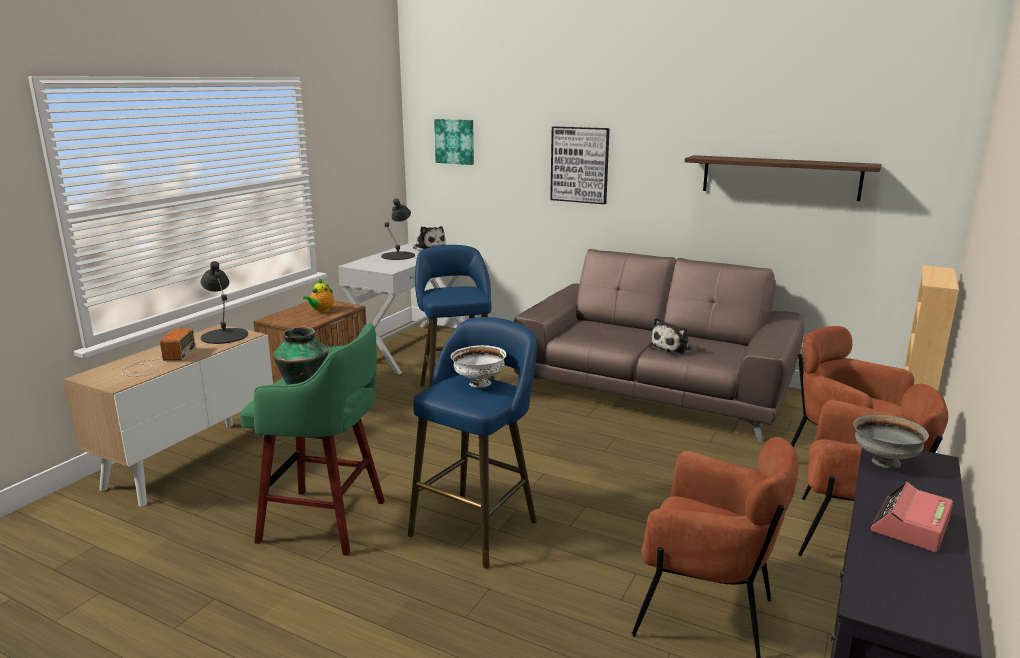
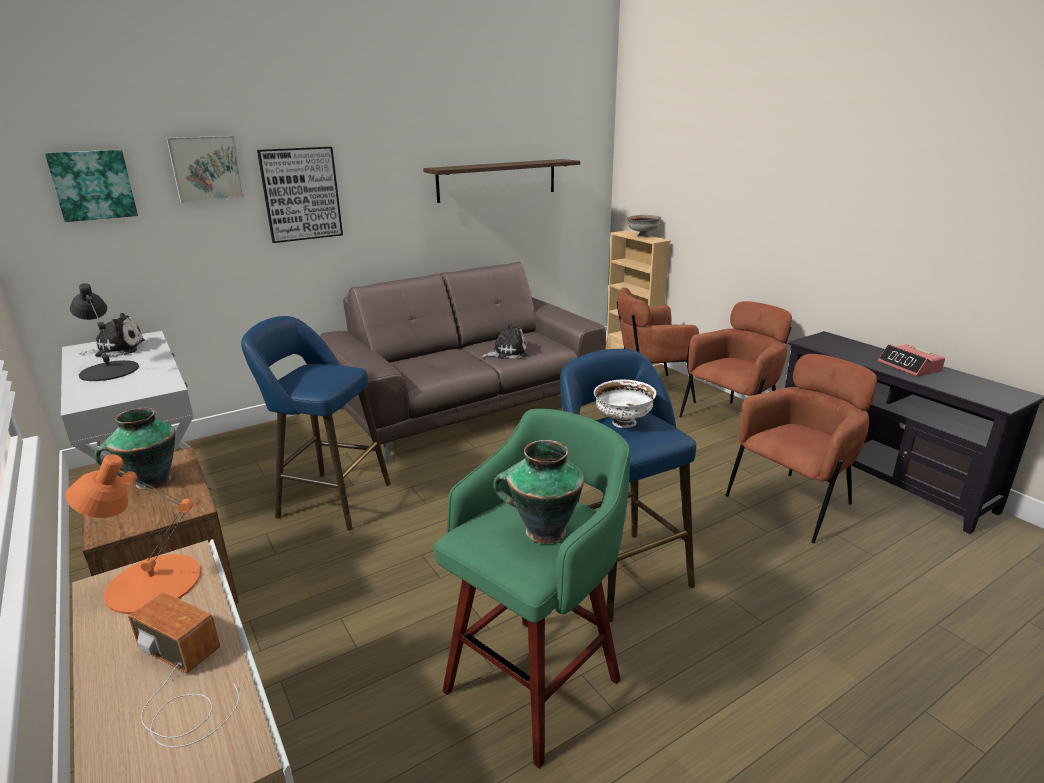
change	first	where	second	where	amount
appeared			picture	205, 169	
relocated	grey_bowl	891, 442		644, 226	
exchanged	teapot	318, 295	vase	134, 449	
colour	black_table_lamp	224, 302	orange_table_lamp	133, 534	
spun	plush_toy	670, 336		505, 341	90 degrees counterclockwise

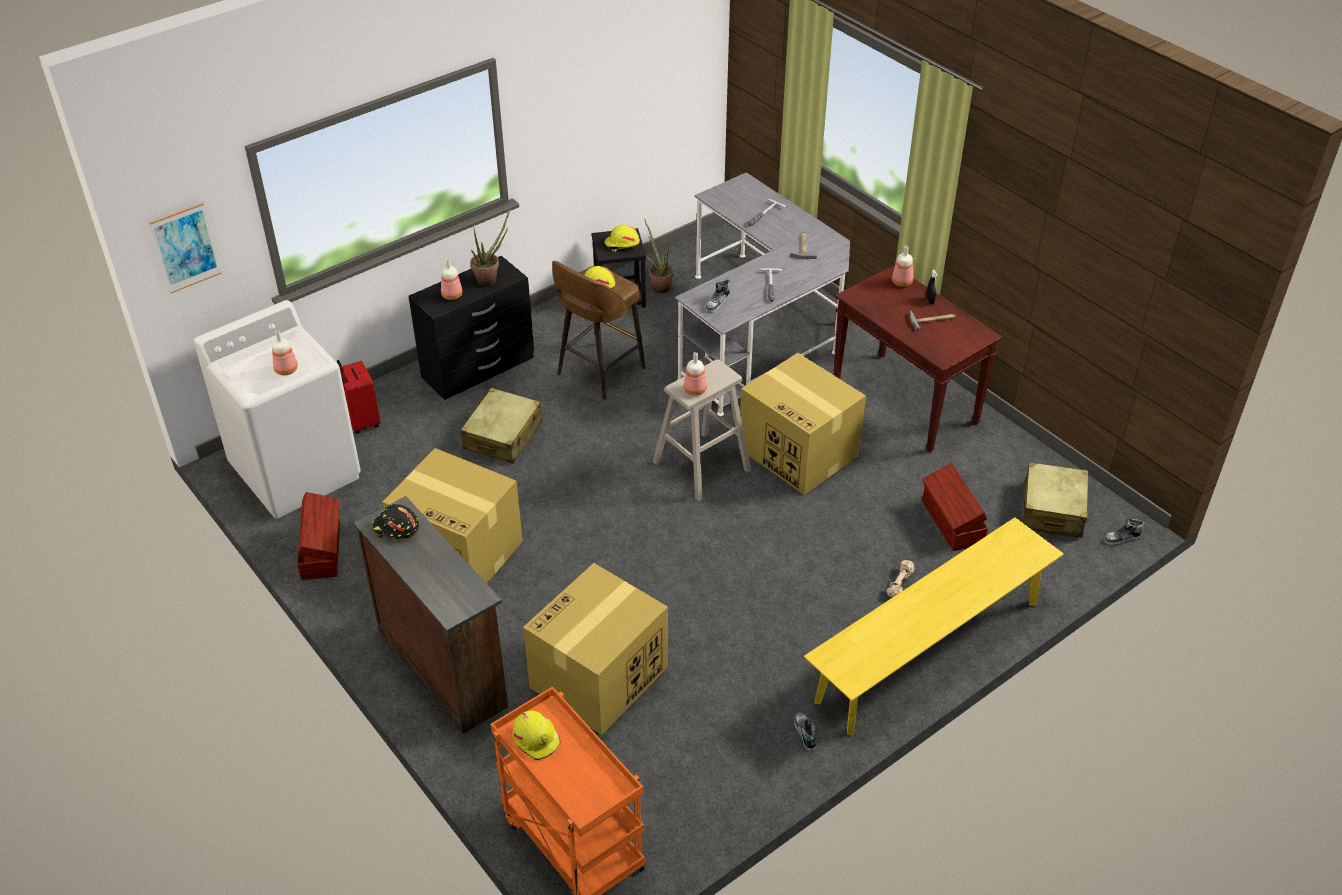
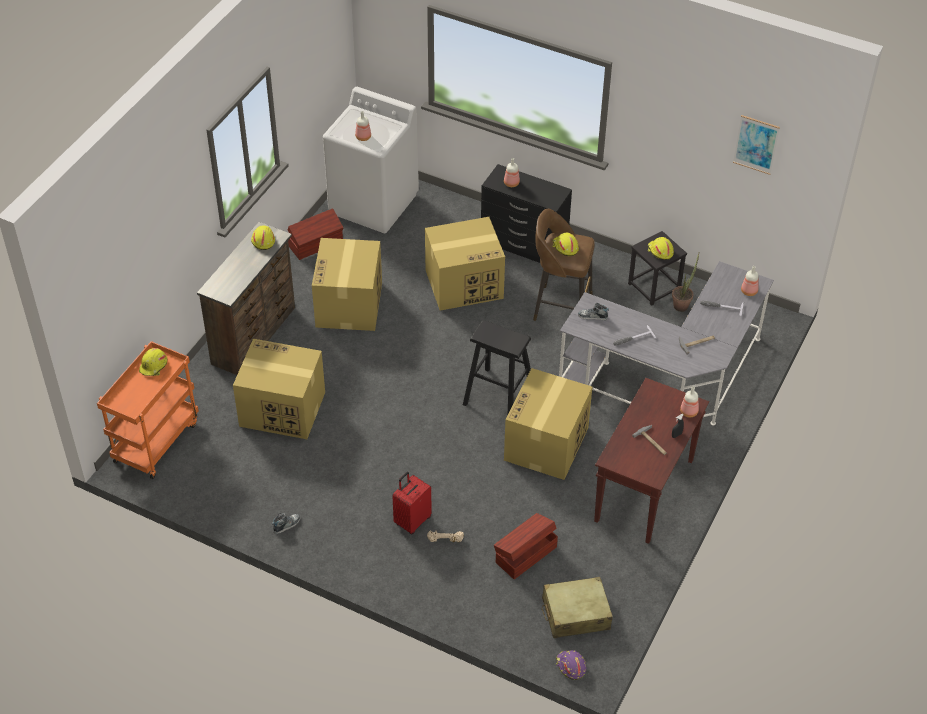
change	first	where	second	where	amount
missing	potted_plant	490, 247			
missing	yellow_bench	934, 626			
relocated	picture	185, 248		756, 145	
relocated	red_suitcase	359, 397		412, 503	
relocated	bottle	695, 374		750, 281	
exchanged	beige_suitcase	501, 426	cardboard_box	465, 264	
exchanged	shoe	1124, 532	purple_hard_hat	571, 665	
colour	black_hard_hat	395, 521	yellow_hard_hat	263, 238	
colour	beige_stool	702, 430	black_stool	497, 367	

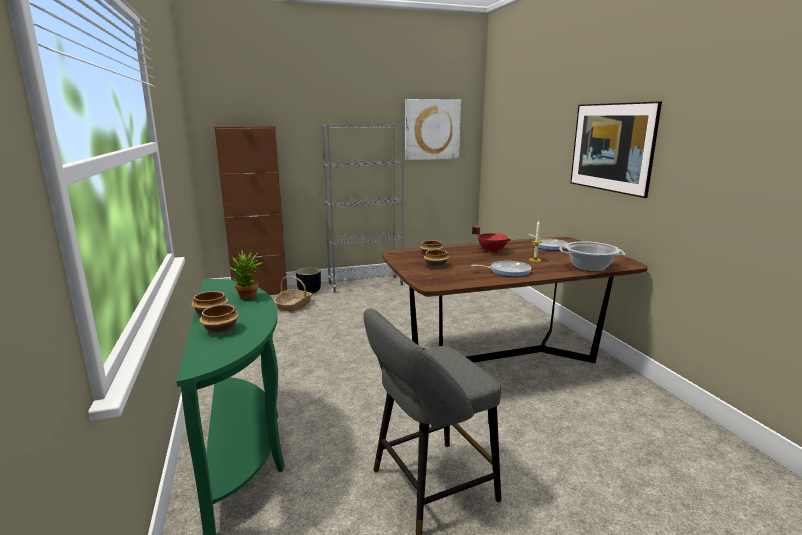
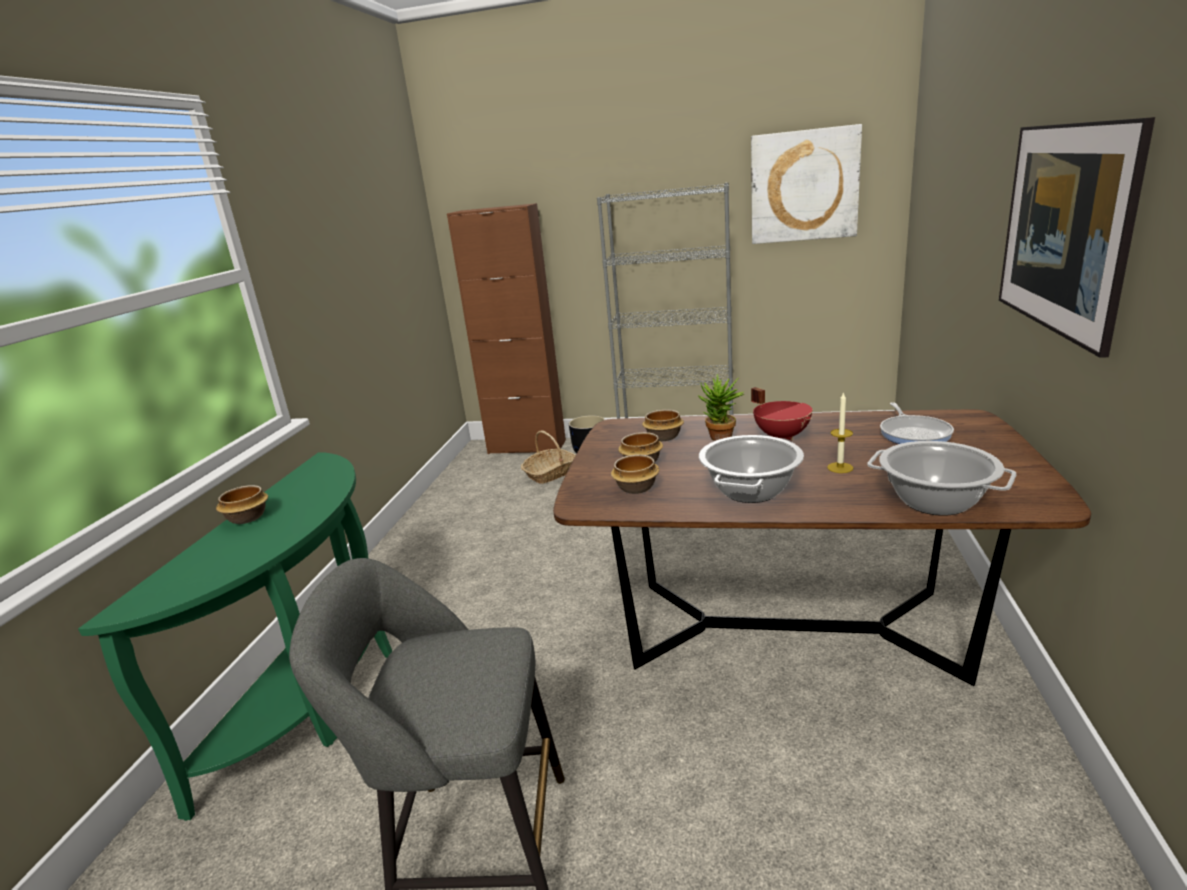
change	first	where	second	where	amount
relocated	bowl	219, 319		635, 474	
relocated	potted_plant	246, 275		721, 407	
exchanged	frying_pan	501, 269	cooking_pot	751, 469	

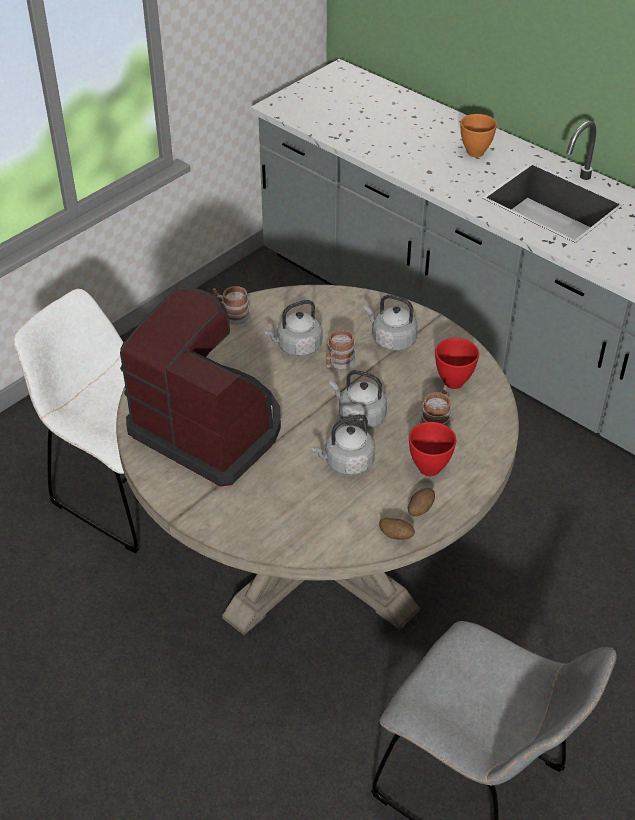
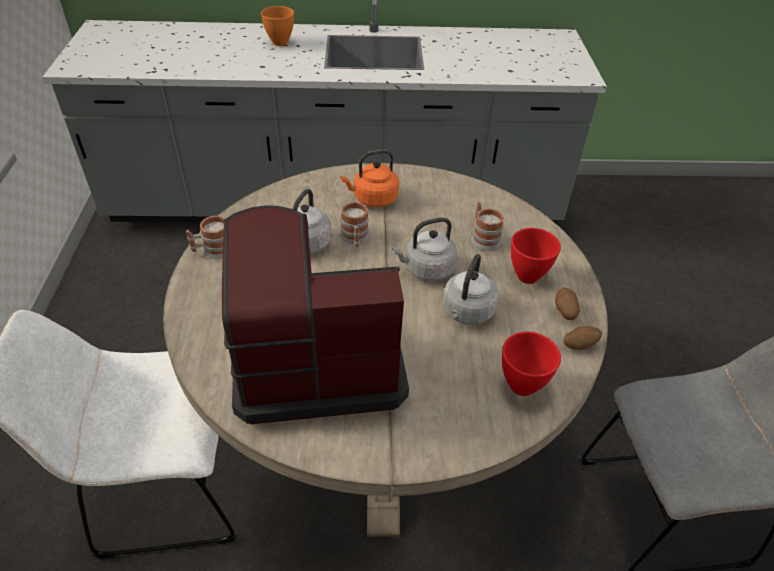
change	first	where	second	where	amount
relocated	red_bowl	457, 363		531, 363	
colour	grey_kettle	391, 323	orange_kettle	370, 178	

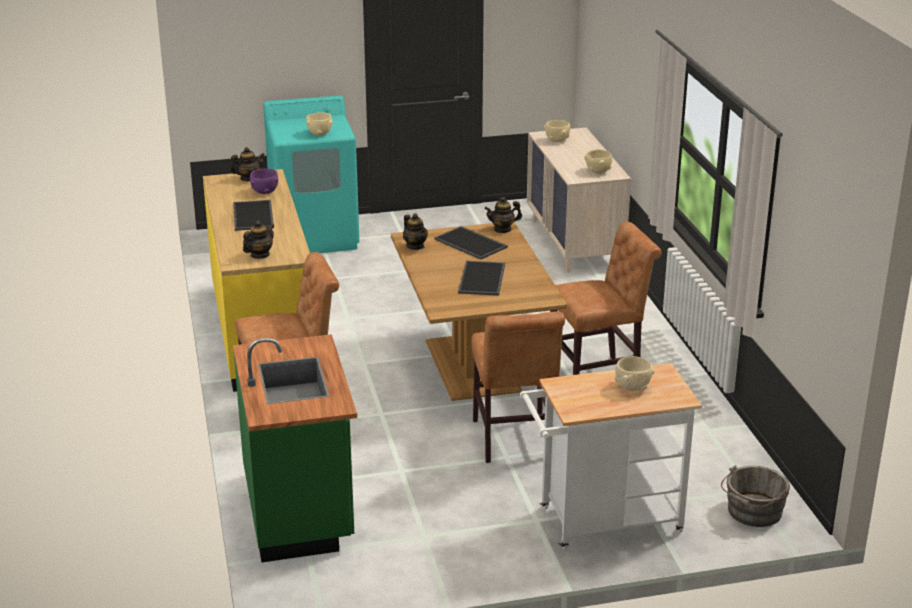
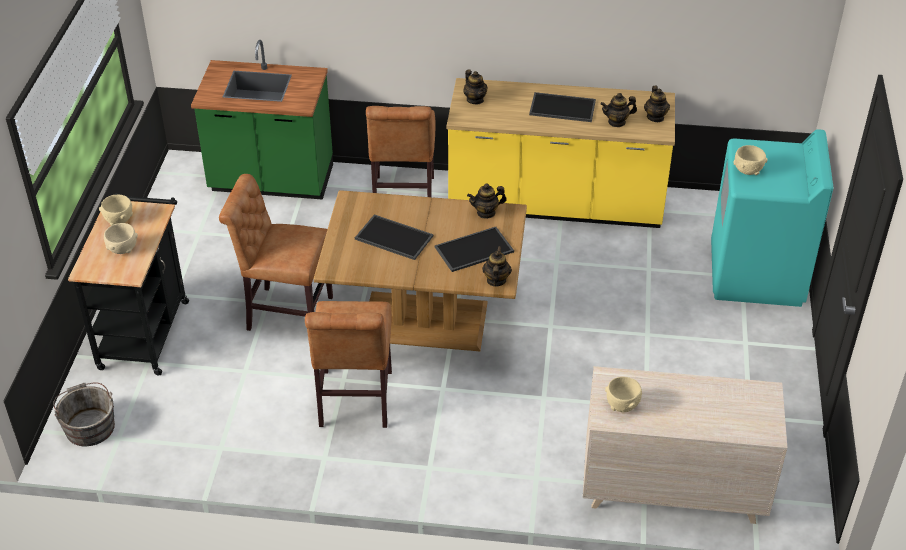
change	first	where	second	where	amount
relocated	beige_bowl	557, 131		116, 210	
exchanged	purple_bowl	264, 181	teapot	618, 110	
colour	white_cart	611, 456	black_cart	128, 284	

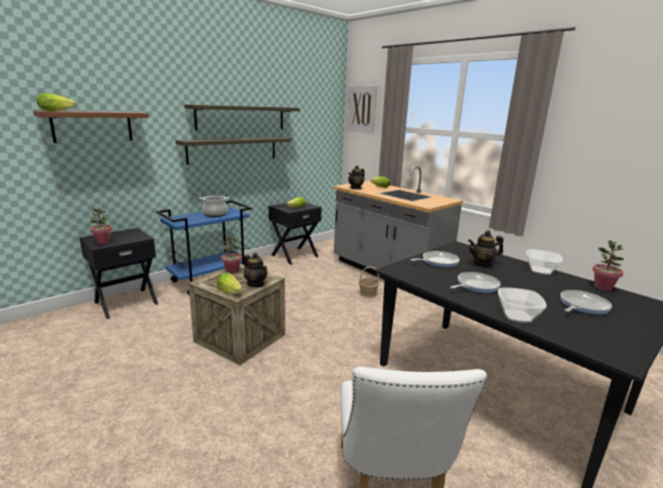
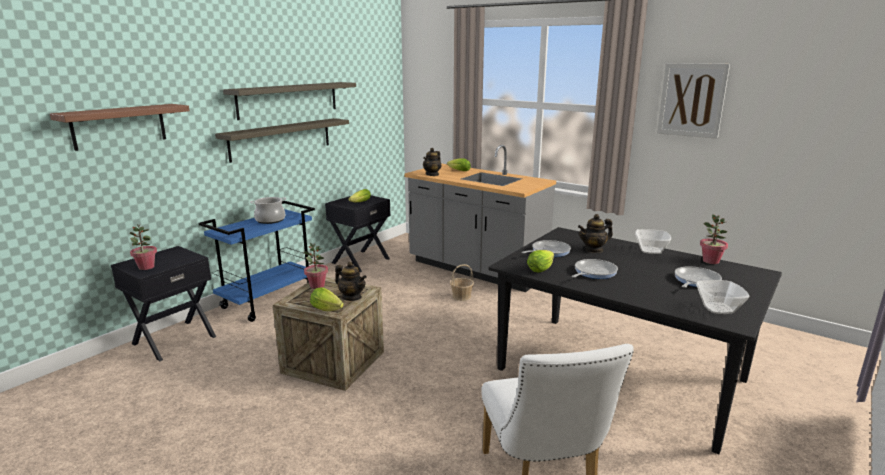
change	first	where	second	where	amount
relocated	lettuce	56, 102		540, 261	
relocated	picture	362, 109		693, 101	
relocated	bowl	522, 305		722, 297	

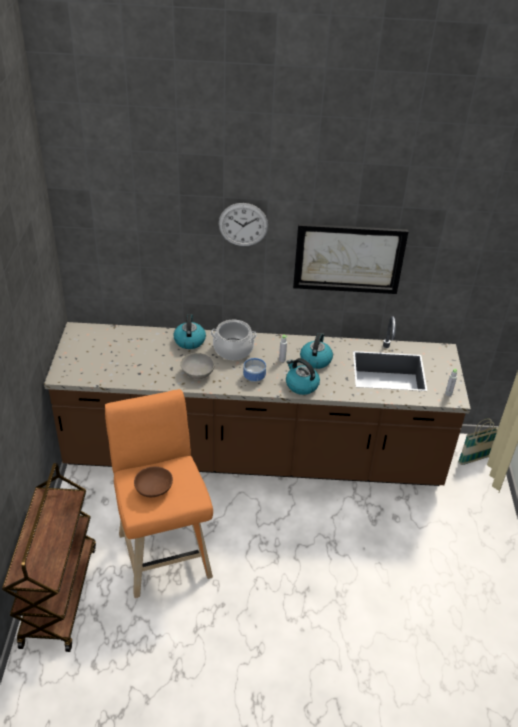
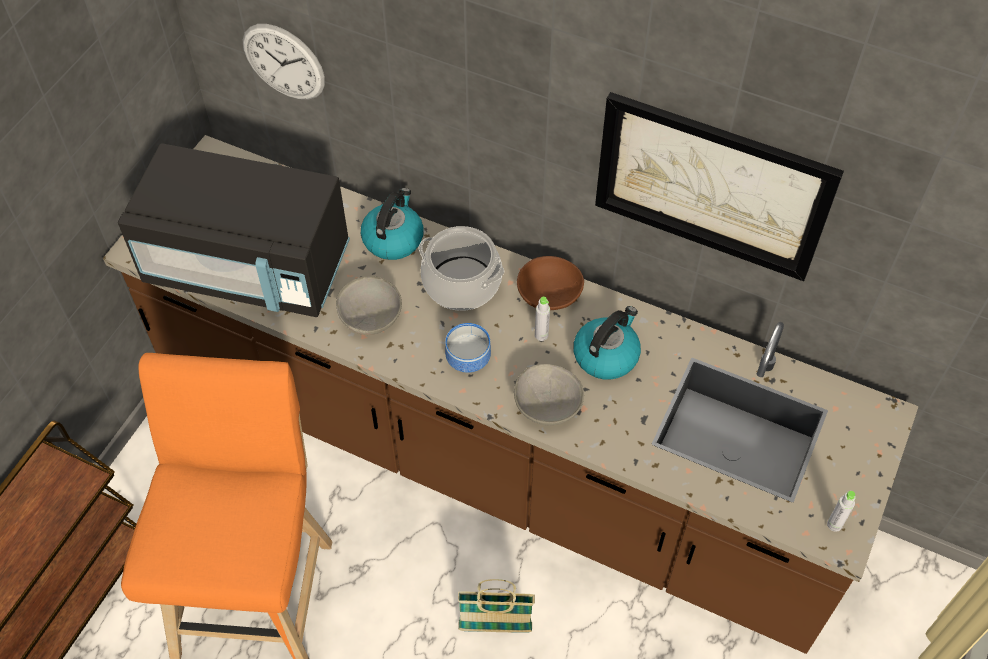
change	first	where	second	where	amount
appeared			black_microwave	234, 230	
relocated	brown_bowl	153, 482		550, 283	
relocated	wall_clock	243, 224		284, 62	
relocated	basket	478, 441		496, 606	
exchanged	kettle	303, 376	grey_bowl	549, 394	

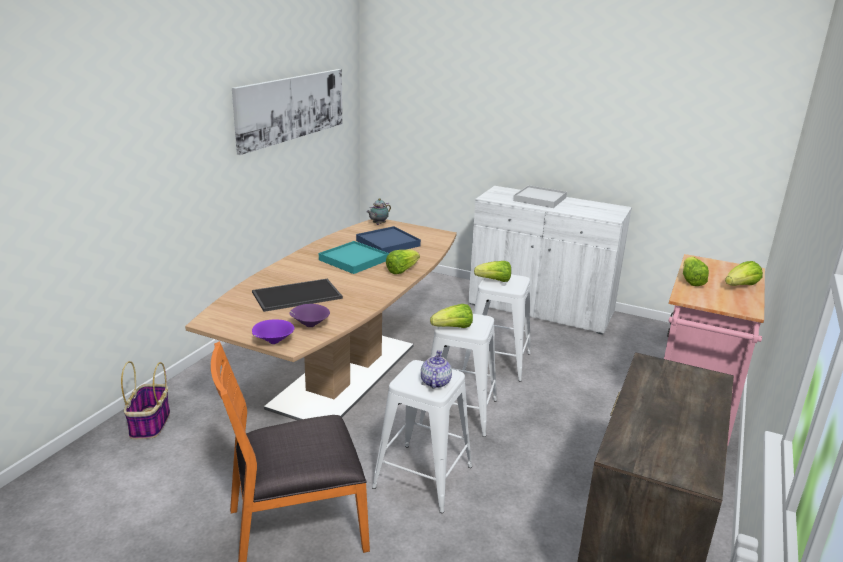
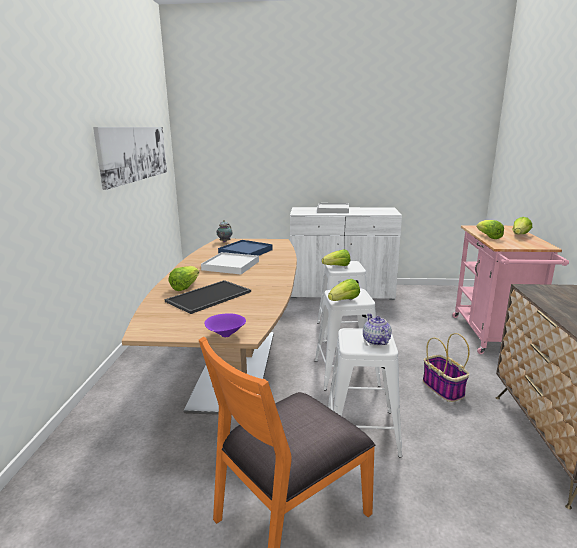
change	first	where	second	where	amount
missing	purple_bowl	310, 315			
relocated	basket	145, 400		446, 367	
relocated	lettuce	403, 261		183, 278	
colour	turquoise_tray	354, 257	white_tray	230, 263	

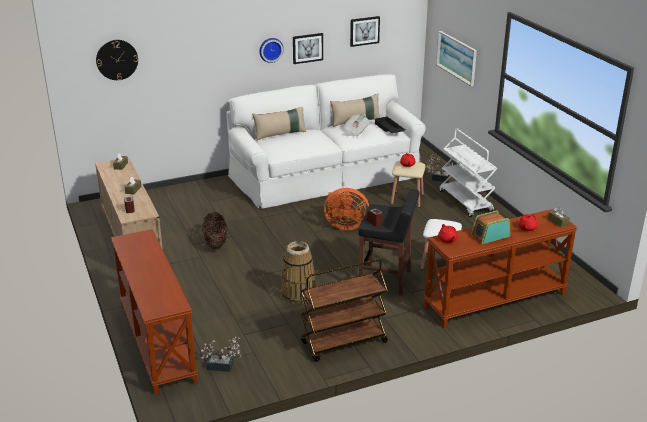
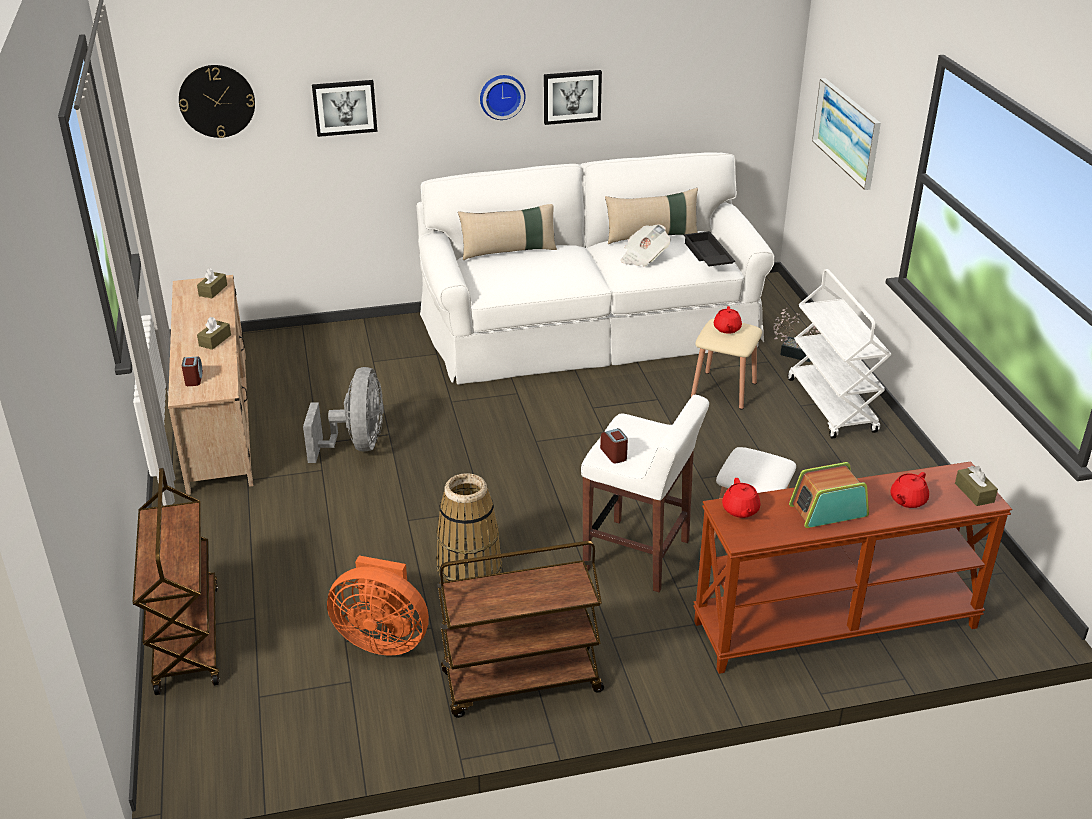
change	first	where	second	where	amount
missing	potted_plant	221, 354			
relocated	orange_fan	346, 209		378, 605	
relocated	picture	365, 31		344, 108	
exchanged	brown_console_table	154, 312	brown_cart	176, 581	
exchanged	basket	215, 230	grey_fan	343, 415	
colour	black_stool	389, 242	white_stool	645, 493	

